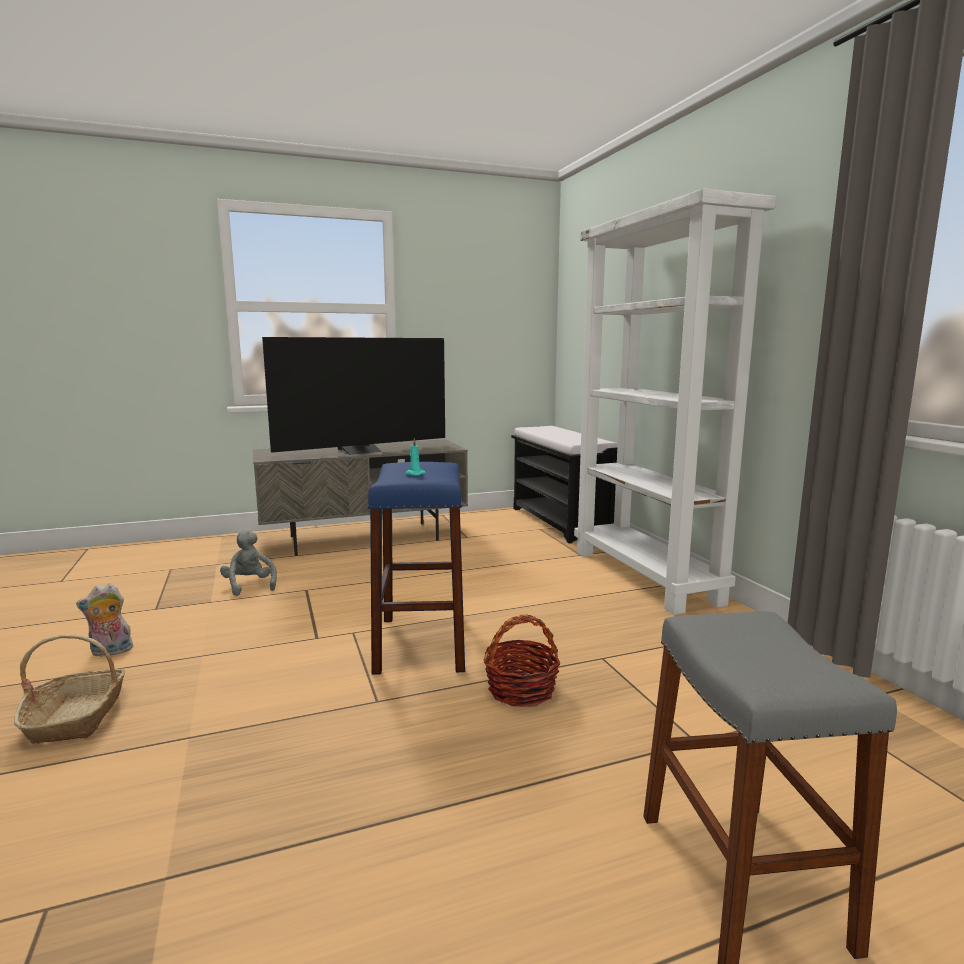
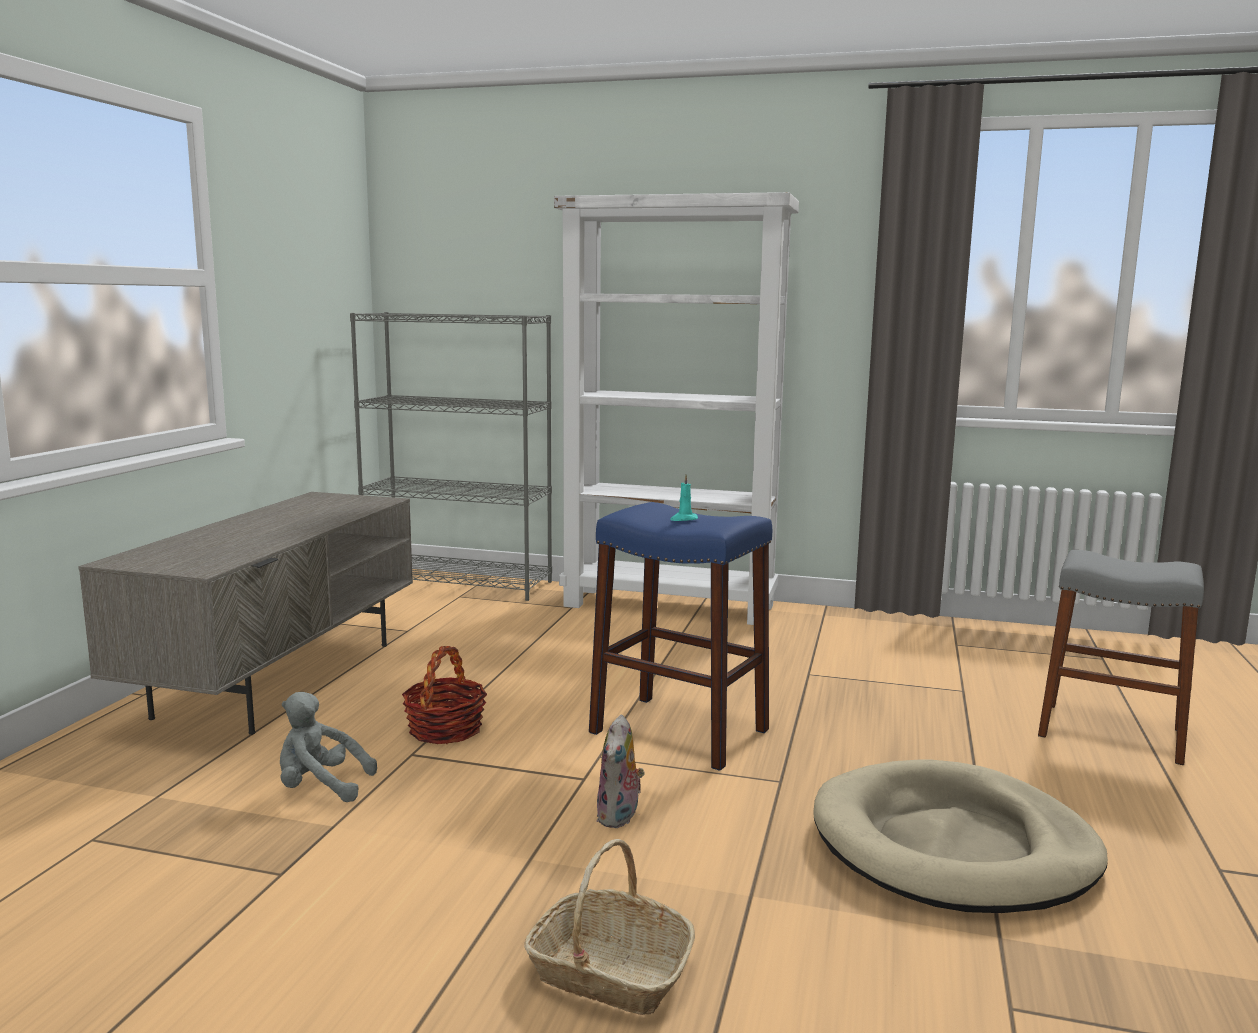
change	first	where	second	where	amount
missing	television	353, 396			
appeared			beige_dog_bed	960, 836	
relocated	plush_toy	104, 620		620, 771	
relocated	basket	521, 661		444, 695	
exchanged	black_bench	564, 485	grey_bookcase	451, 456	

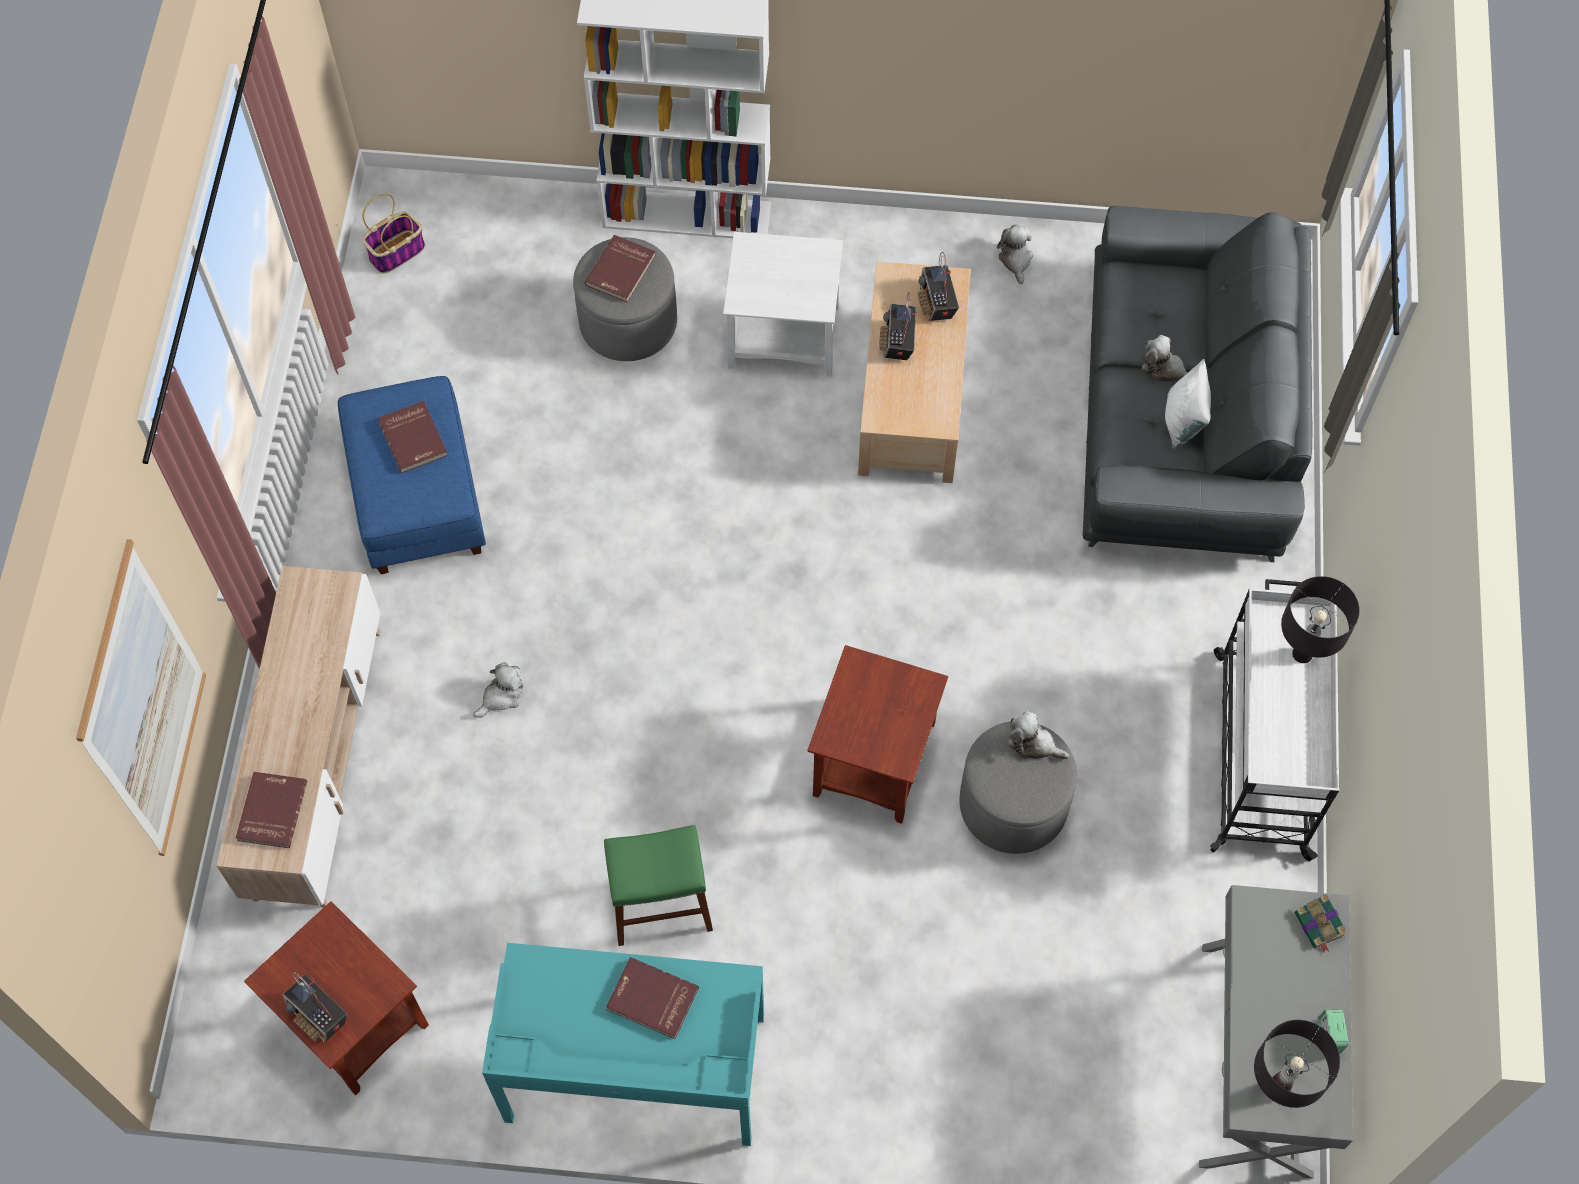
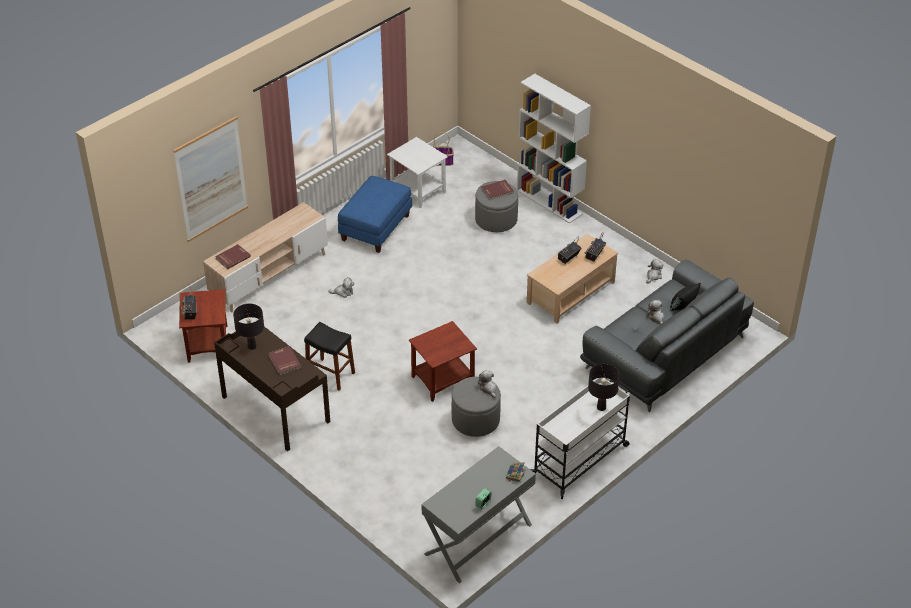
change	first	where	second	where	amount
missing	red_book	413, 437			
missing	white_pillow	1188, 404			
appeared			black_pillow	685, 297	
relocated	white_side_table	783, 304		417, 172	
relocated	black_table_lamp	1297, 1064		248, 327	
colour	turquoise_desk	623, 1044	brown_desk	272, 389	
colour	green_stool	658, 885	black_stool	329, 356	

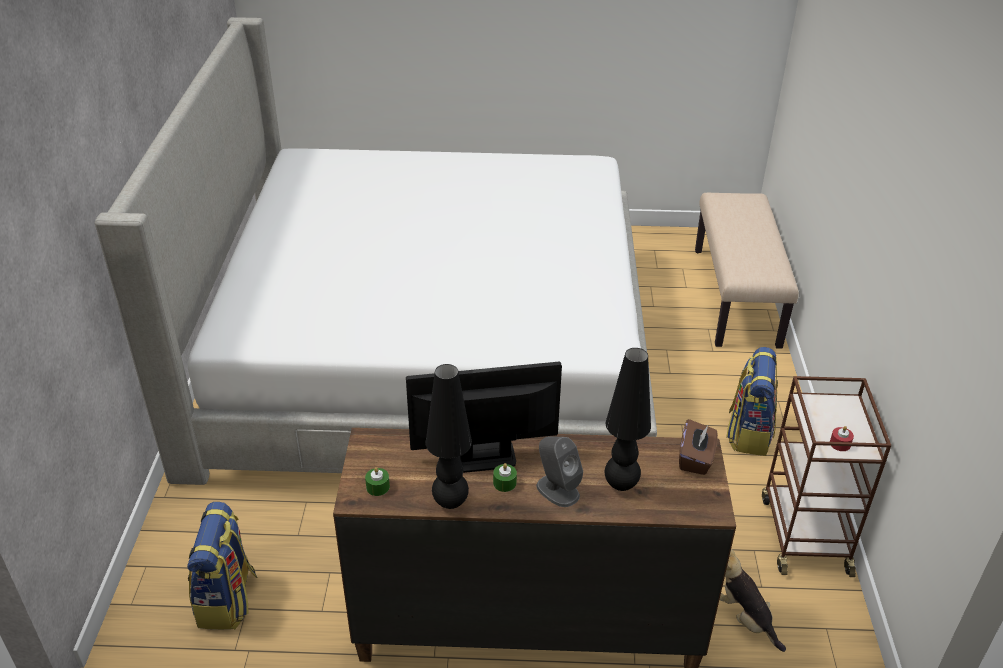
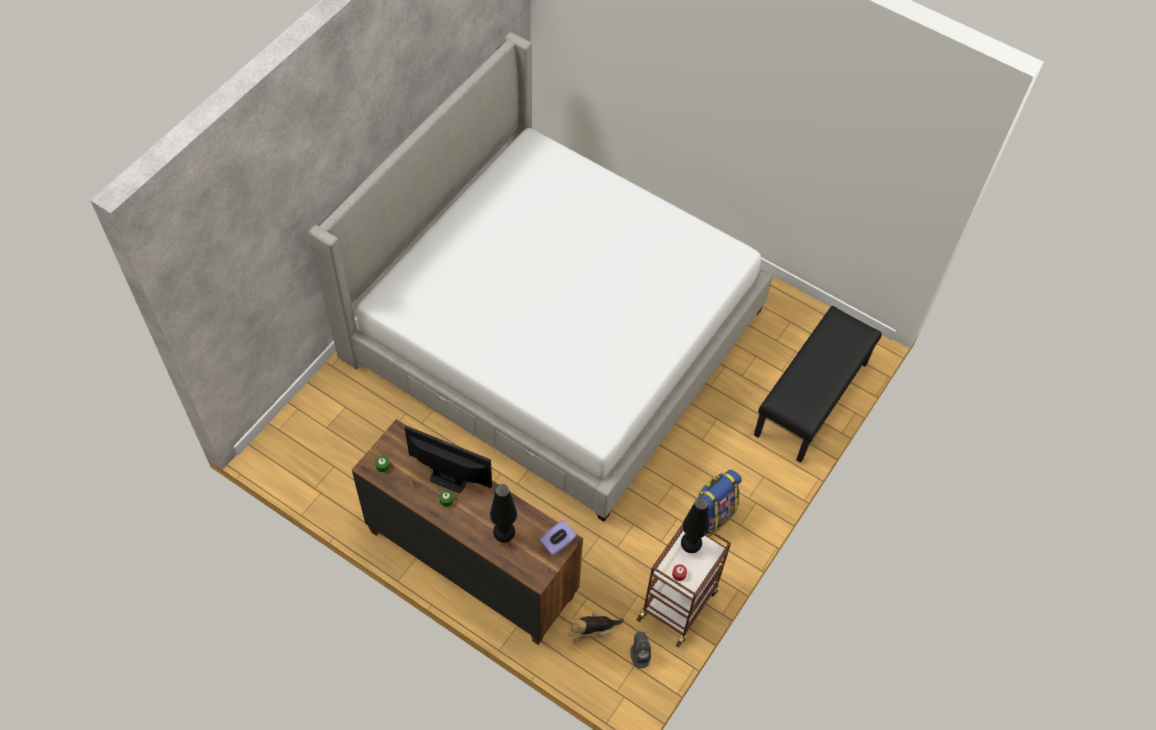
change	first	where	second	where	amount
missing	backpack	222, 566			
relocated	black_table_lamp	449, 436		695, 525	
relocated	grey_speaker	559, 471		640, 650	
colour	brown_tissue_box	698, 447	purple_tissue_box	557, 538	
colour	beige_bench	747, 271	black_bench	818, 384	
spun	plush_toy	753, 600		596, 627	105 degrees counterclockwise

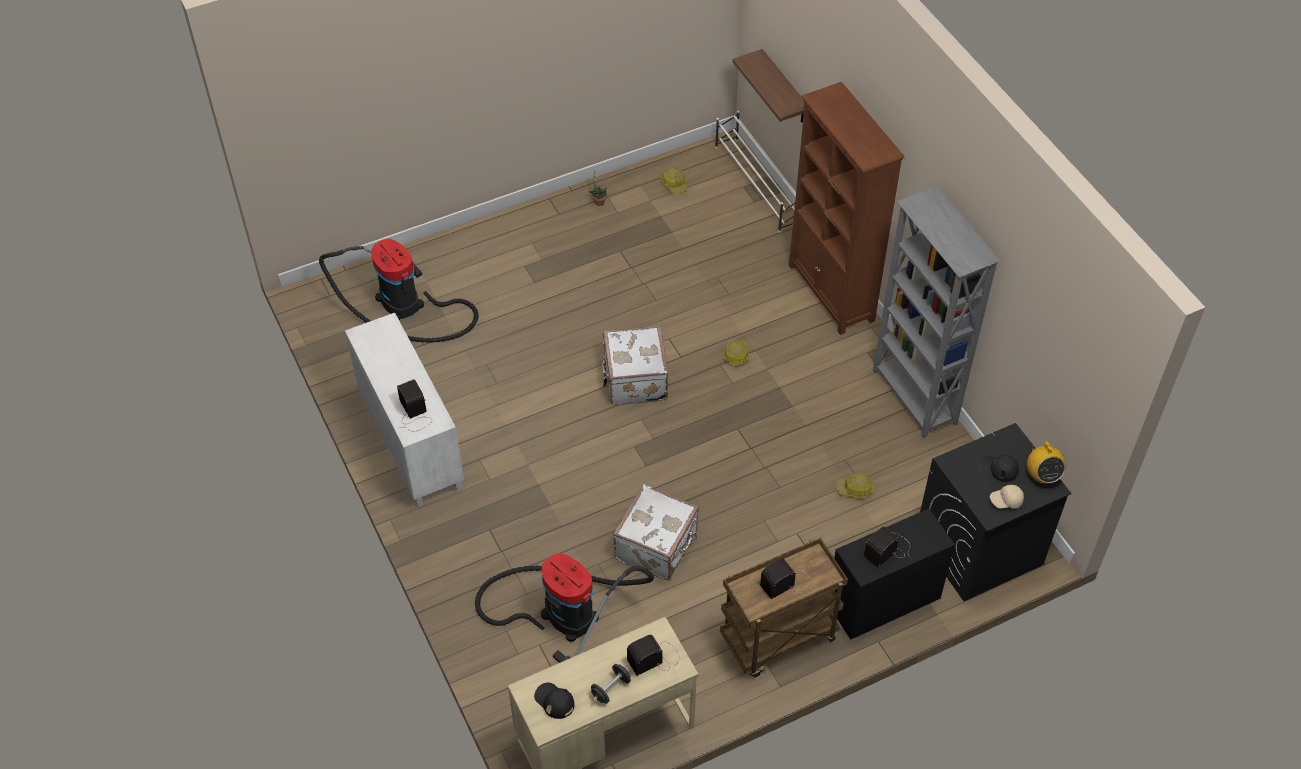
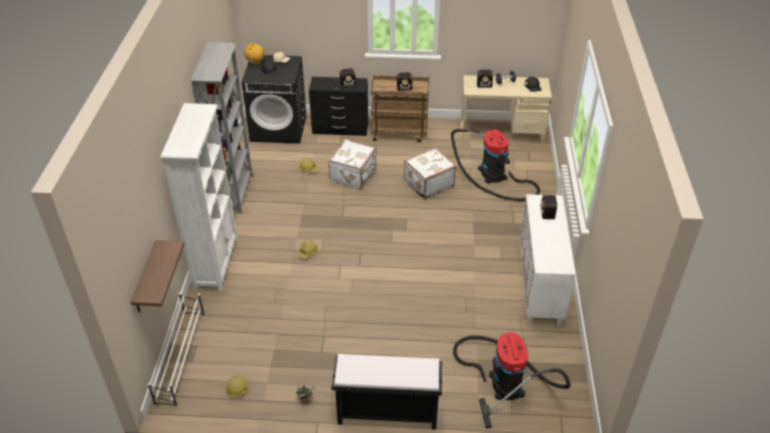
change	first	where	second	where	amount
appeared			black_bench	386, 392	
relocated	white_suitcase	635, 365		352, 164	
colour	brown_bookcase	846, 208	white_bookcase	199, 197	

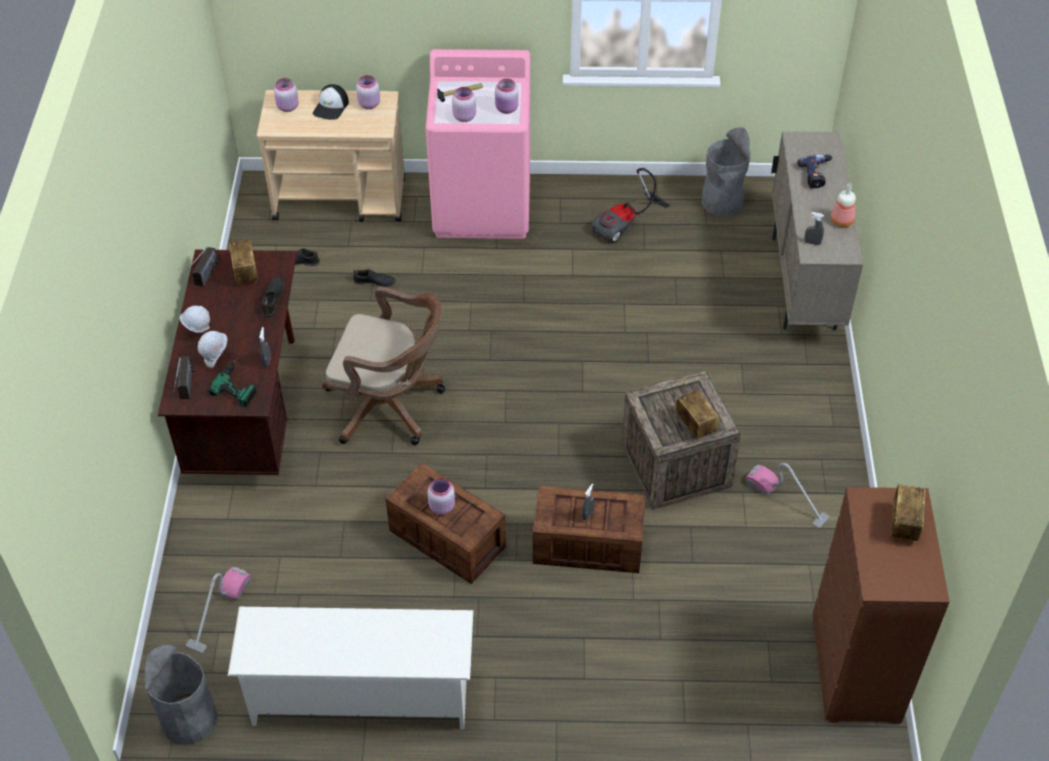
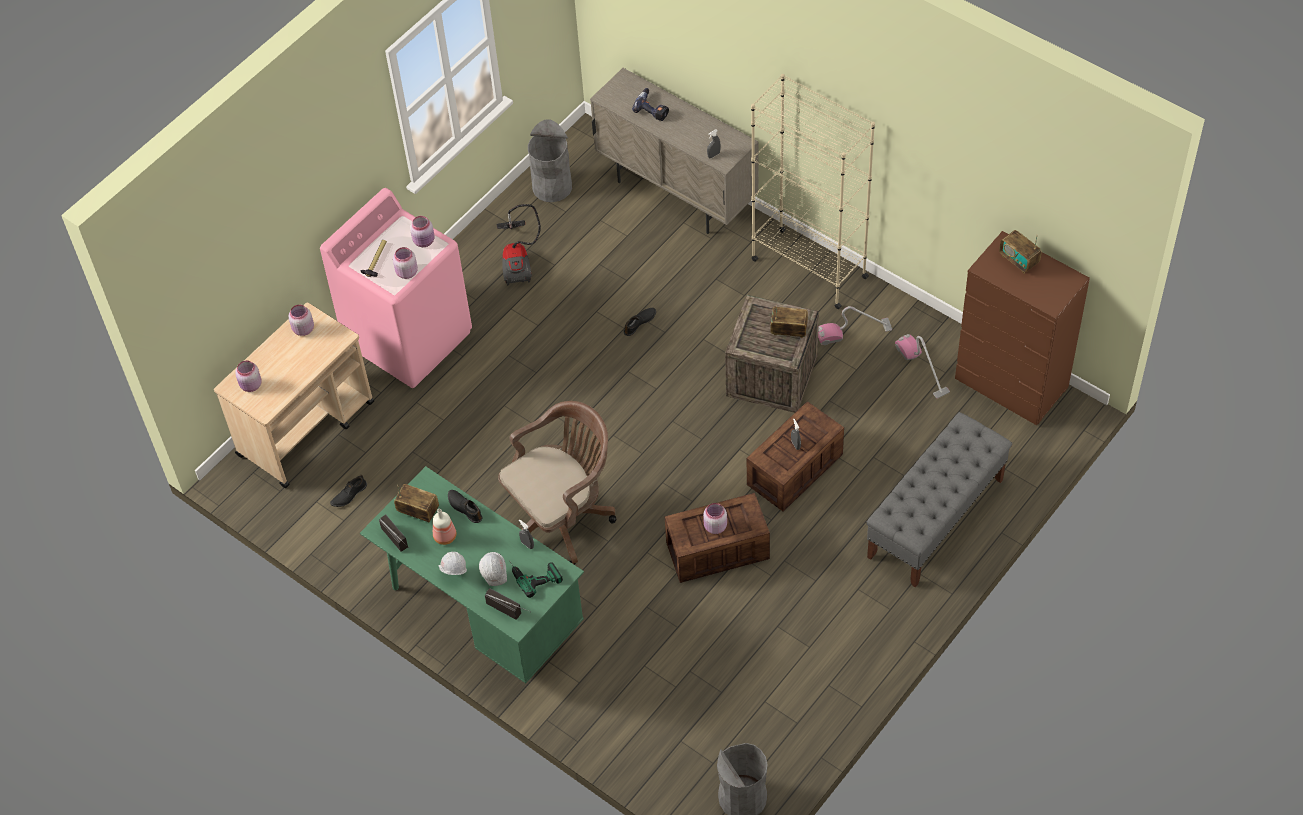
change	first	where	second	where	amount
missing	white_shoe_rack	350, 668			
missing	cap	331, 102			
appeared			beige_bookcase	813, 191	
appeared			grey_bench	939, 500	
relocated	vacuum_cleaner	218, 610		922, 366	
relocated	black_shoe	374, 278		639, 322	
relocated	bottle	843, 205		445, 527	
colour	brown_desk	227, 362	green_desk	472, 574	

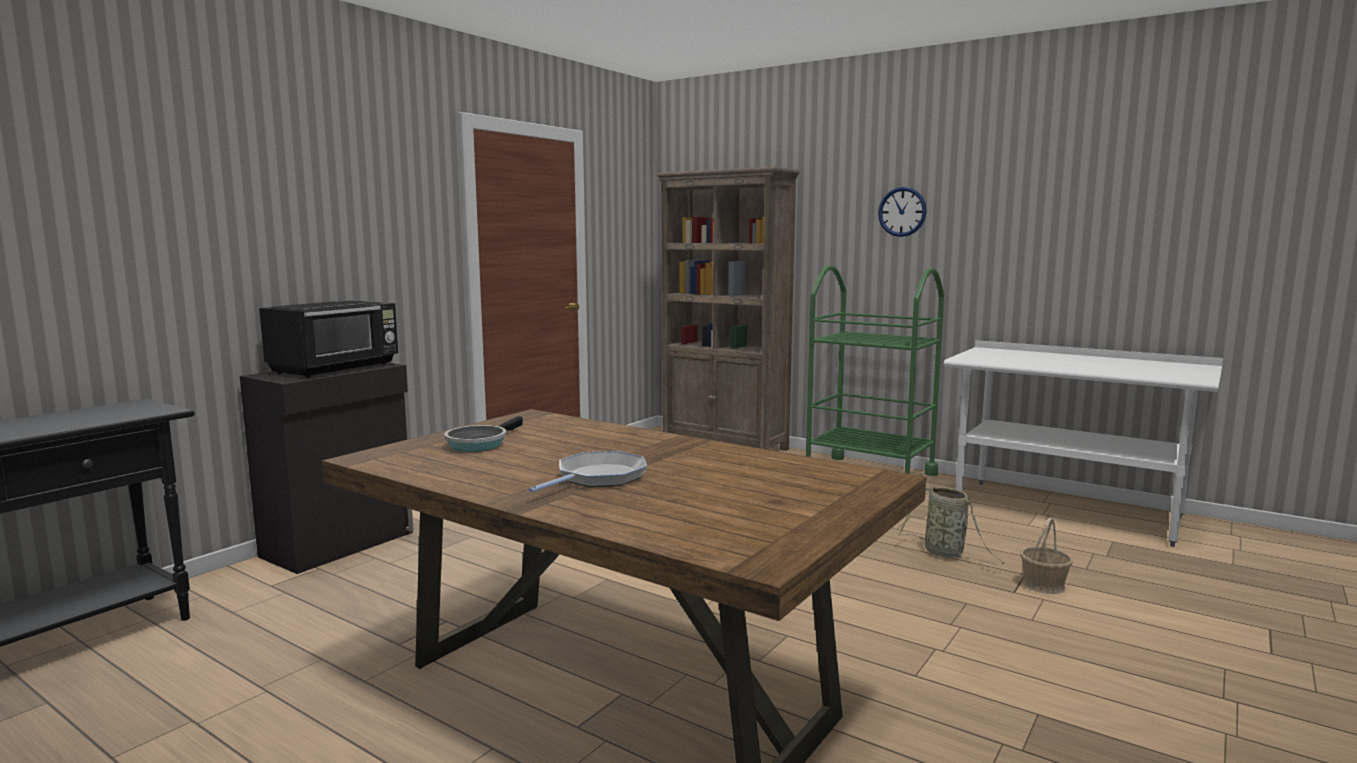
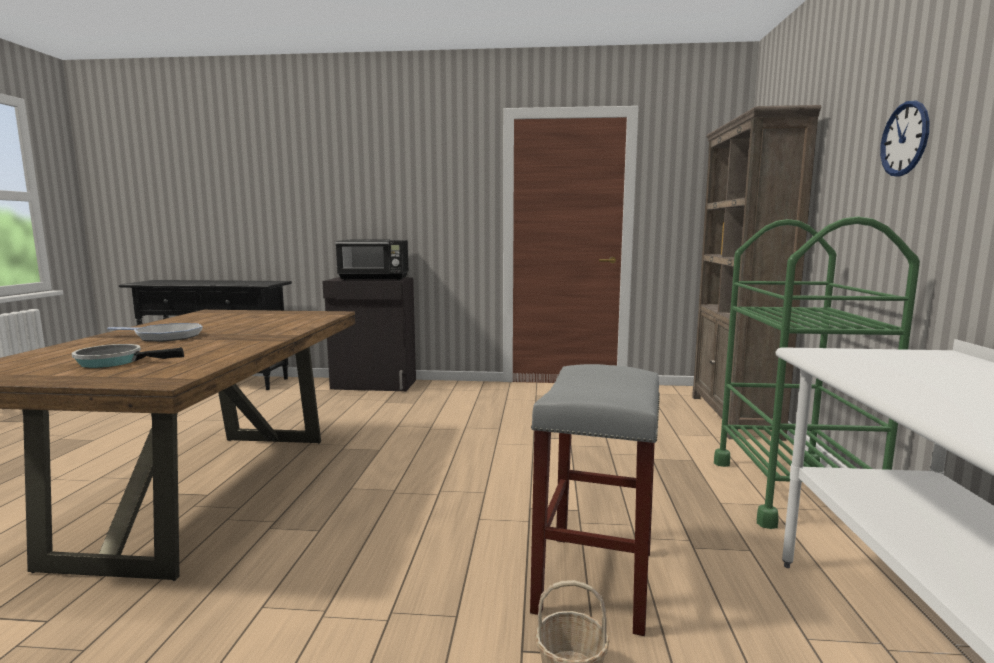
change	first	where	second	where	amount
relocated	frying_pan	483, 434		128, 356	
exchanged	basket	951, 525	grey_stool	595, 500	

